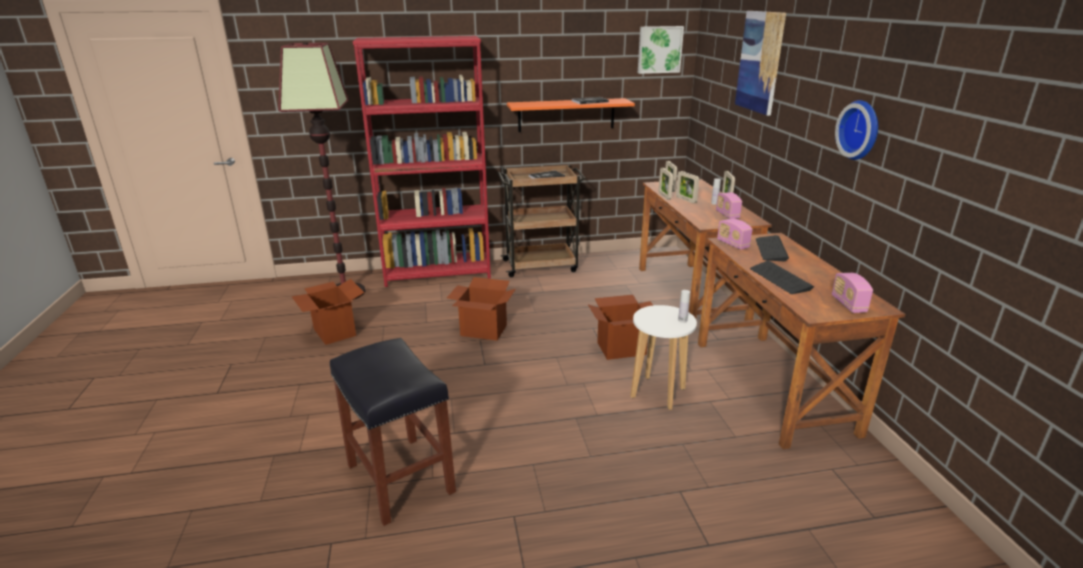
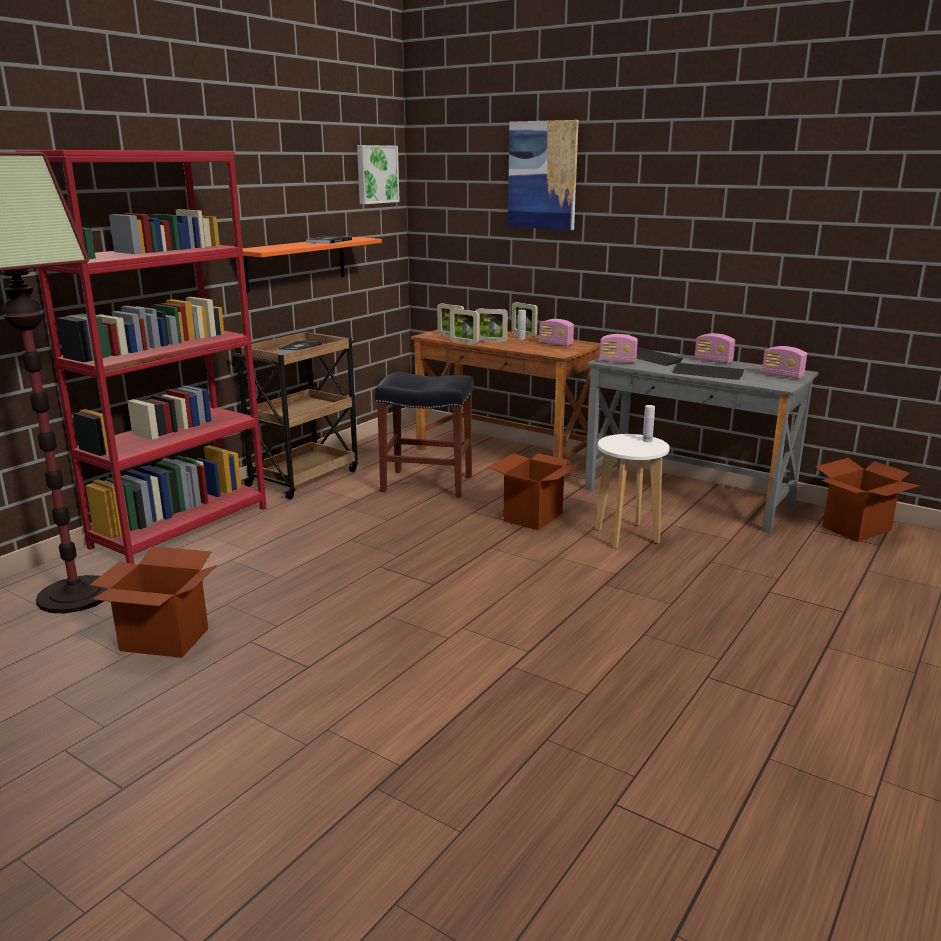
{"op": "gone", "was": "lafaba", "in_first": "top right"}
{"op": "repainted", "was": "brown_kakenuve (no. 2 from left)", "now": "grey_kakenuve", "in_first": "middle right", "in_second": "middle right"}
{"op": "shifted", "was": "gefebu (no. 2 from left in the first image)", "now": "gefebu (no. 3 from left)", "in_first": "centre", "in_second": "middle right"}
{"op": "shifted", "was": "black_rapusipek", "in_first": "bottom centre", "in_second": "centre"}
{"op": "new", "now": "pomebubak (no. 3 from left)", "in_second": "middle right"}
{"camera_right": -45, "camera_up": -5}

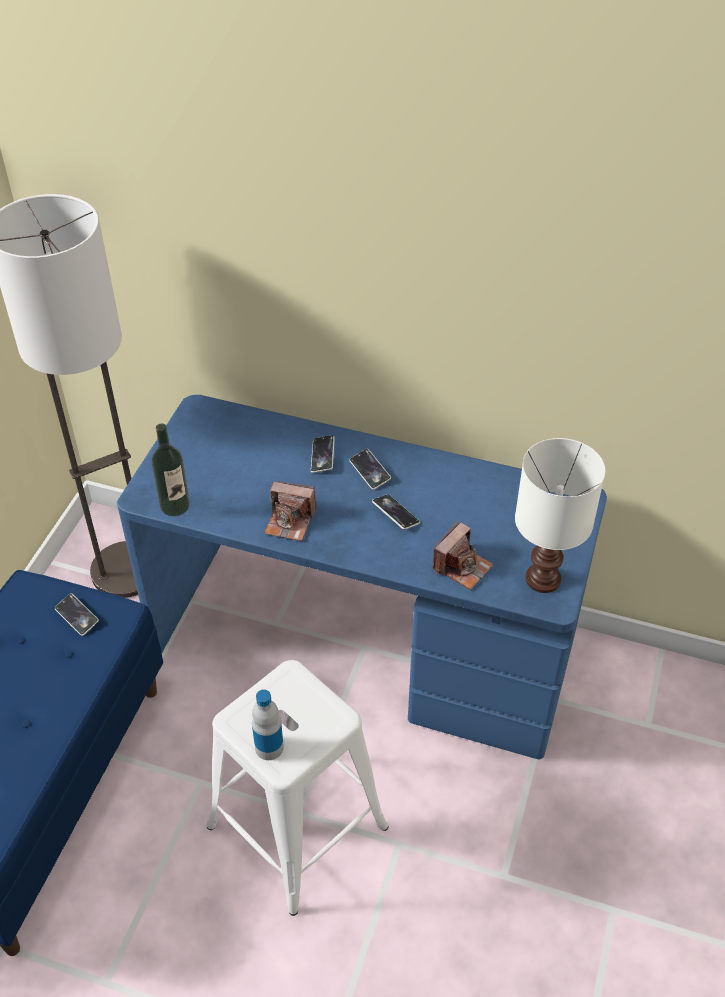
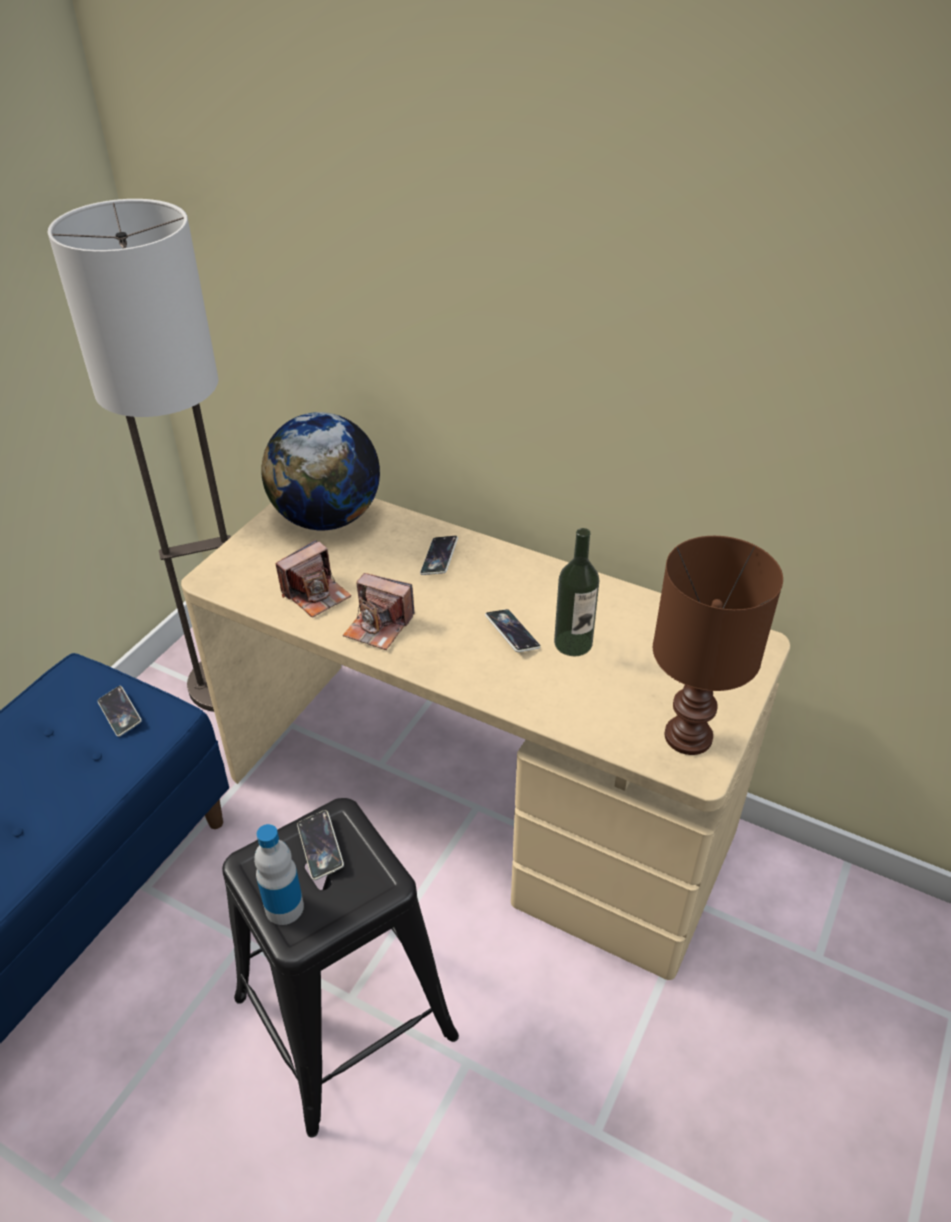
{"op": "repainted", "was": "blue_kakenuve", "now": "beige_kakenuve", "in_first": "centre", "in_second": "centre"}
{"op": "shifted", "was": "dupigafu (no. 1 from left in the first image)", "now": "dupigafu (no. 2 from left)", "in_first": "middle left", "in_second": "centre"}
{"op": "repainted", "was": "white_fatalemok", "now": "brown_fatalemok", "in_first": "middle right", "in_second": "middle right"}
{"op": "shifted", "was": "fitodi (no. 3 from left in the first image)", "now": "fitodi (no. 2 from left)", "in_first": "centre", "in_second": "bottom centre"}
{"op": "shifted", "was": "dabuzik (no. 2 from left in the first image)", "now": "dabuzik (no. 1 from left)", "in_first": "centre", "in_second": "middle left"}
{"op": "repainted", "was": "white_rapusipek", "now": "black_rapusipek", "in_first": "bottom centre", "in_second": "bottom centre"}
{"op": "new", "now": "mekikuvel", "in_second": "centre"}
{"camera_right": 10, "camera_up": -5}

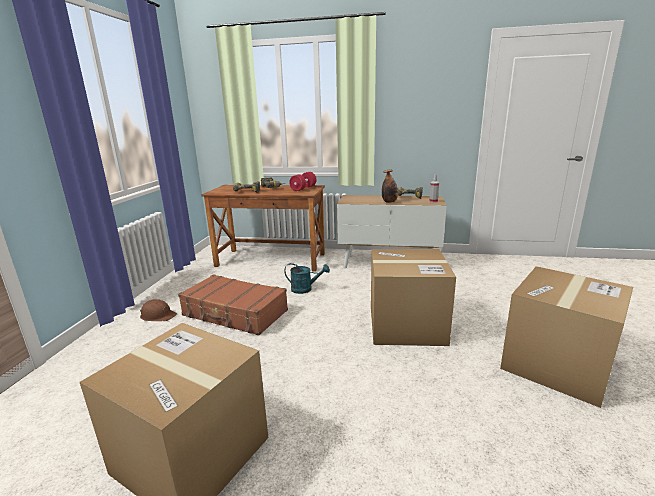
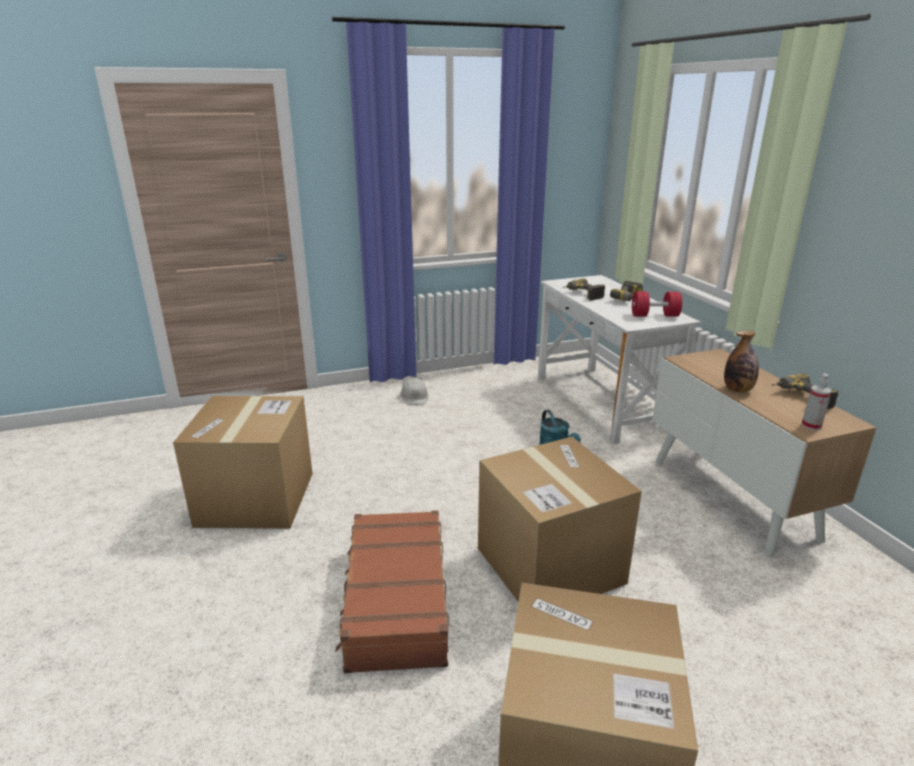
{"op": "repainted", "was": "brown_kakenuve", "now": "white_kakenuve", "in_first": "centre", "in_second": "middle right"}
{"op": "shifted", "was": "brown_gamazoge", "in_first": "centre", "in_second": "bottom centre"}
{"op": "repainted", "was": "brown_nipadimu", "now": "white_nipadimu", "in_first": "middle left", "in_second": "centre"}
{"camera_right": 60, "camera_up": 5}

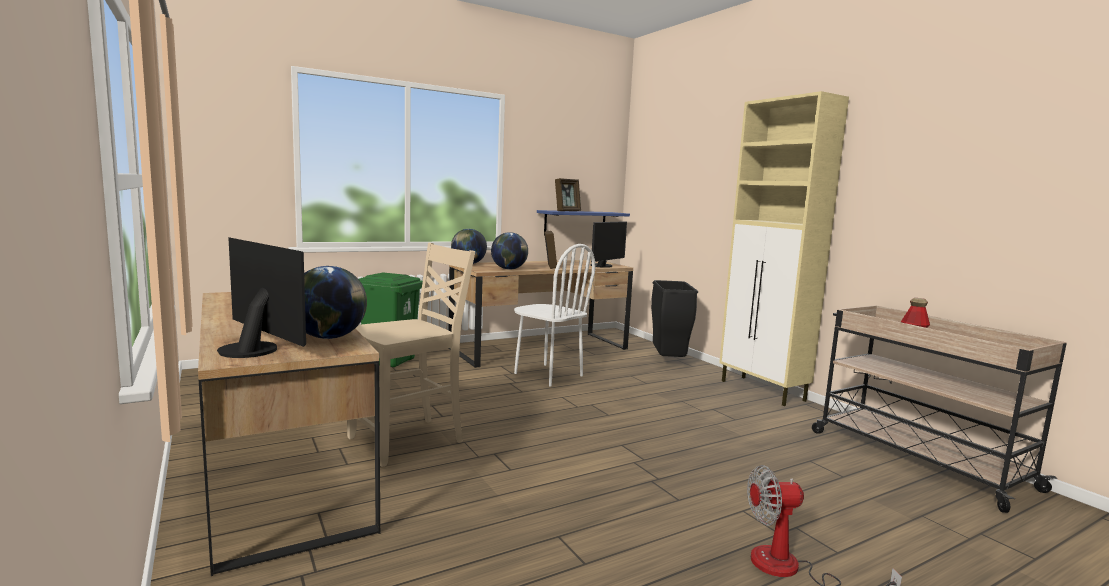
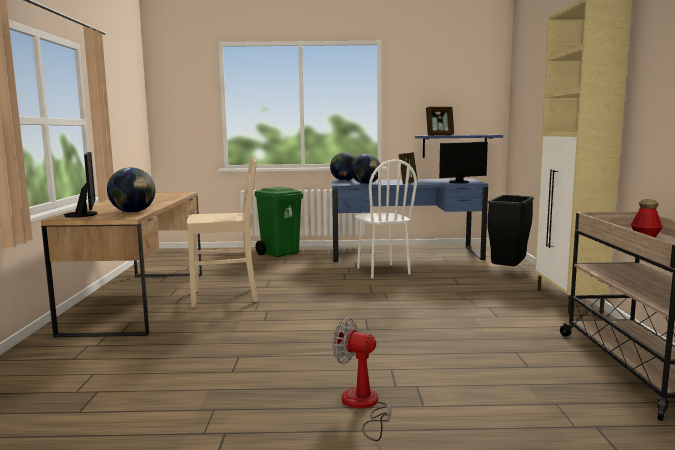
{"op": "repainted", "was": "brown_kakenuve (no. 2 from left)", "now": "blue_kakenuve", "in_first": "centre", "in_second": "centre"}
{"camera_right": 30, "camera_up": 0}

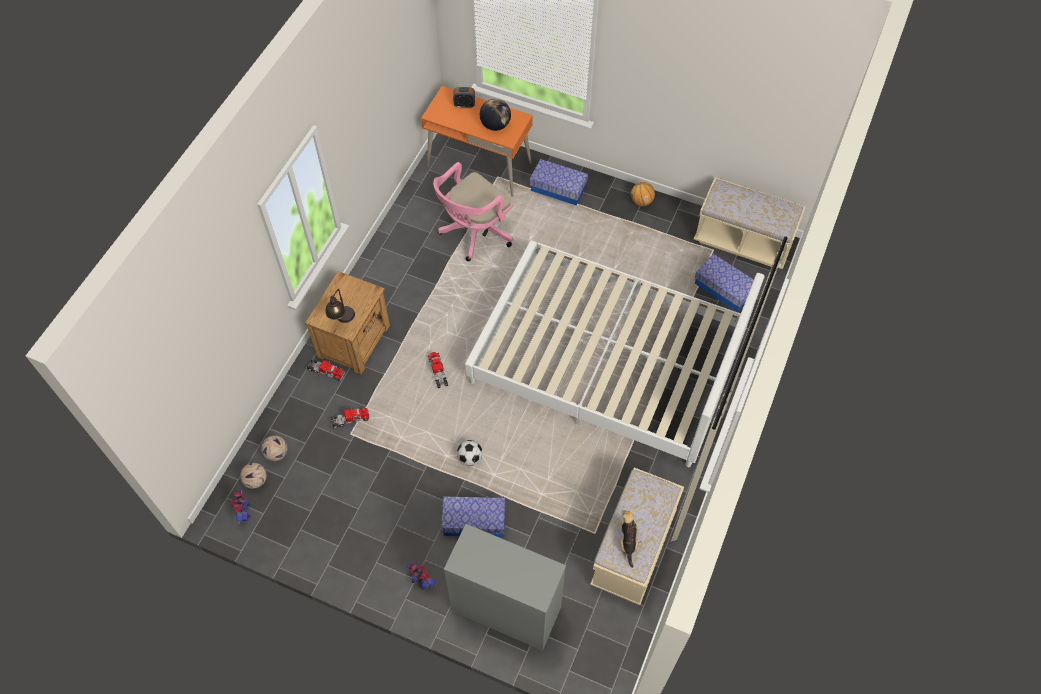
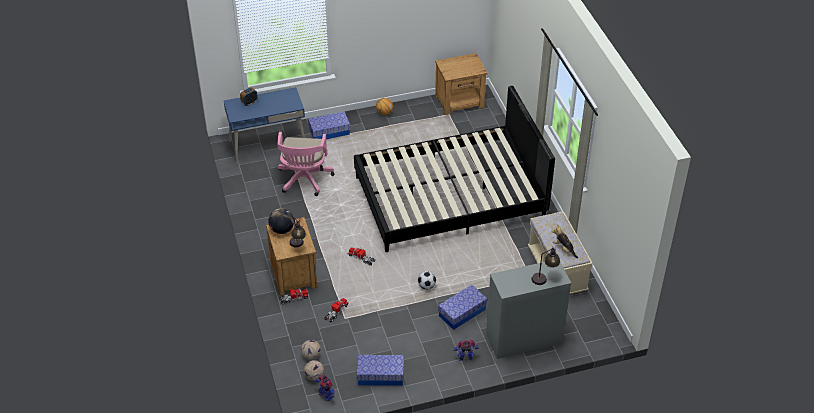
{"op": "repainted", "was": "orange_kakenuve", "now": "blue_kakenuve", "in_first": "top centre", "in_second": "top left"}
{"op": "shifted", "was": "mekikuvel", "in_first": "top centre", "in_second": "centre"}
{"op": "swapped", "was": "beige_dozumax (no. 2 from left)", "now": "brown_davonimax (no. 2 from left)", "in_first": "top right", "in_second": "top centre"}
{"op": "repainted", "was": "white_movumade", "now": "black_movumade", "in_first": "centre", "in_second": "centre"}
{"op": "shifted", "was": "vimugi (no. 3 from left in the first image)", "now": "vimugi (no. 2 from left)", "in_first": "middle right", "in_second": "bottom centre"}
{"op": "new", "now": "fatalemok (no. 2 from left)", "in_second": "middle right"}
{"camera_right": -40, "camera_up": -15}

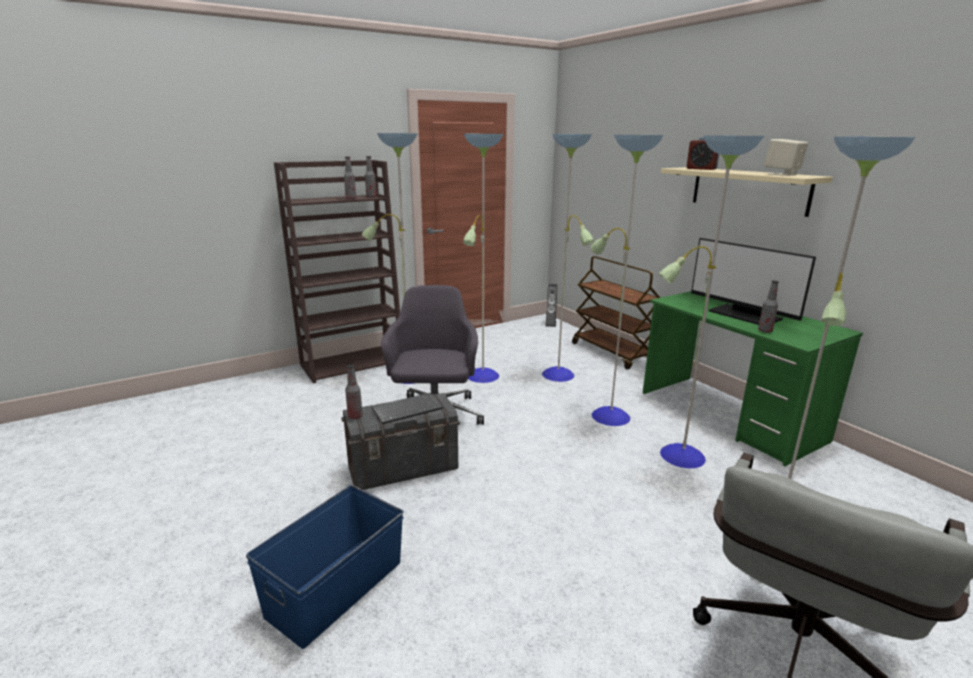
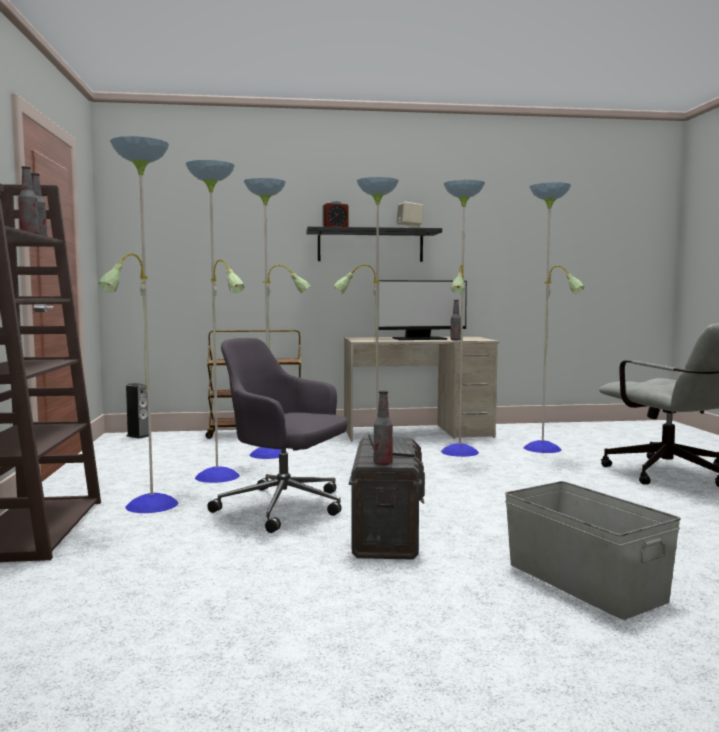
{"op": "repainted", "was": "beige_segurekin", "now": "black_segurekin", "in_first": "top right", "in_second": "centre"}
{"op": "repainted", "was": "green_kakenuve", "now": "beige_kakenuve", "in_first": "middle right", "in_second": "centre"}
{"op": "repainted", "was": "blue_vimugi", "now": "grey_vimugi (no. 2 from left)", "in_first": "bottom left", "in_second": "bottom right"}
{"camera_right": -65, "camera_up": -15}

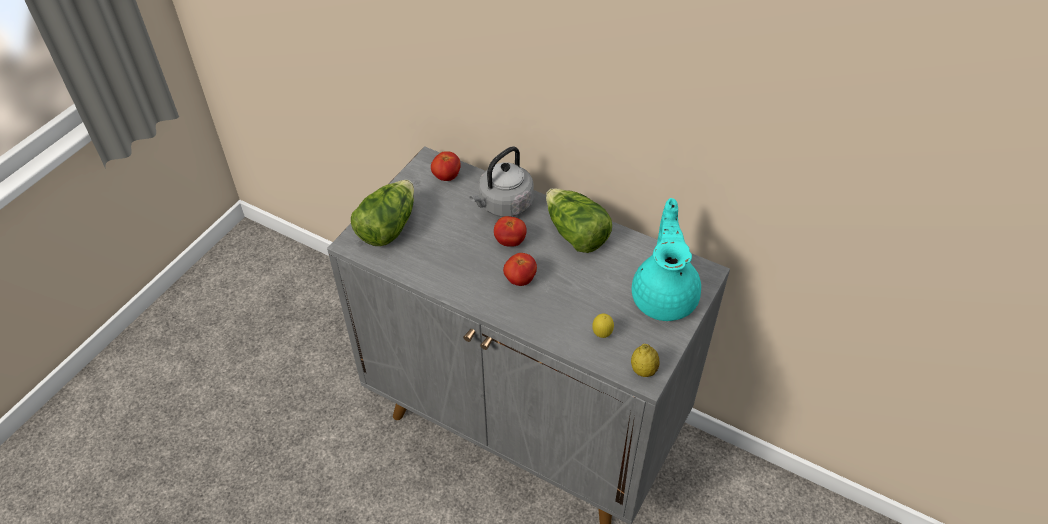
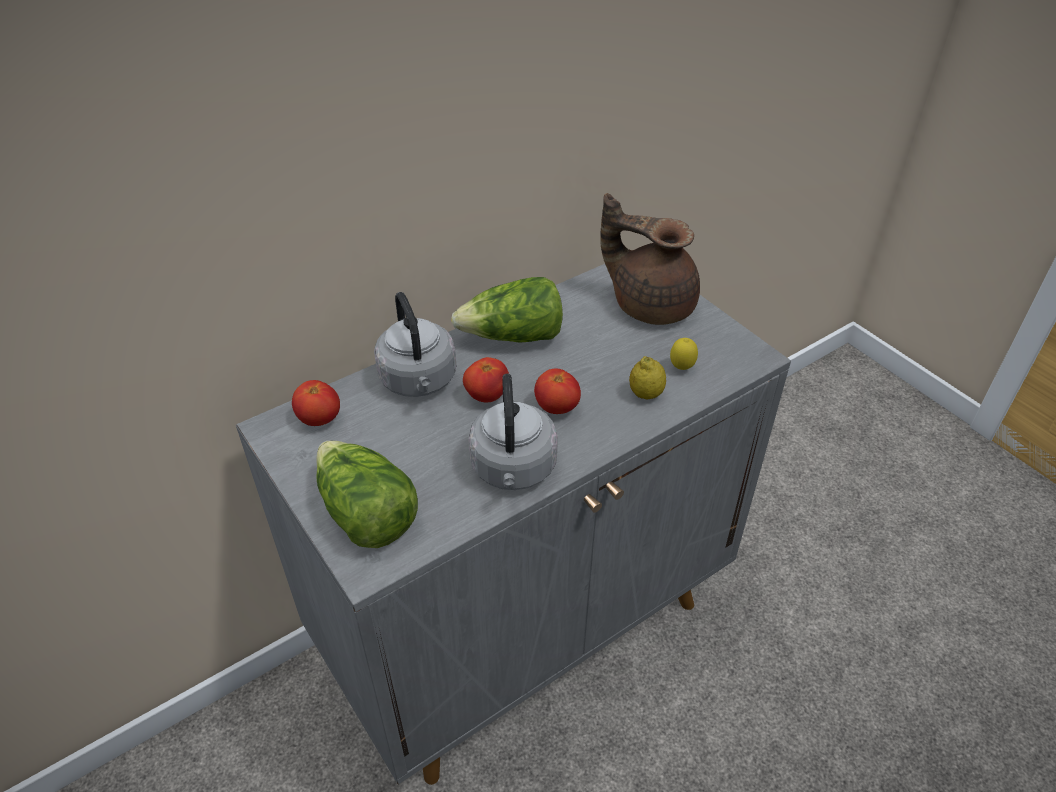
{"op": "repainted", "was": "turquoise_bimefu", "now": "brown_bimefu", "in_first": "centre", "in_second": "top centre"}
{"op": "shifted", "was": "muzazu (no. 2 from left in the first image)", "now": "muzazu (no. 1 from left)", "in_first": "bottom centre", "in_second": "centre"}
{"op": "new", "now": "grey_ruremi (no. 2 from left)", "in_second": "centre"}
{"camera_right": -65, "camera_up": -5}

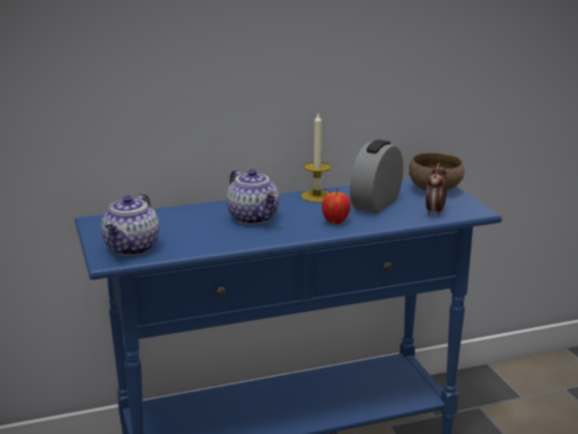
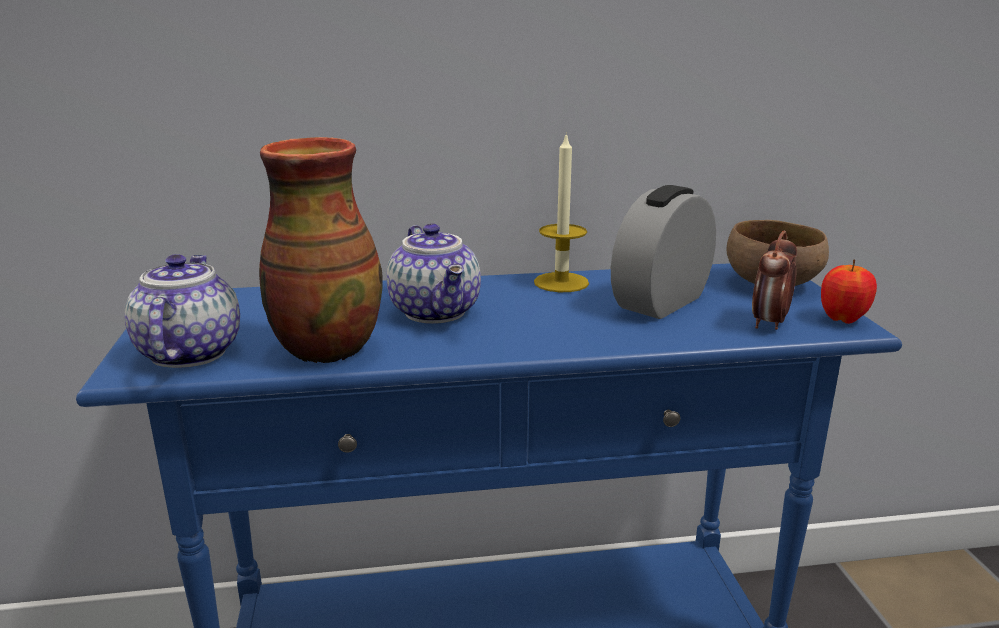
{"op": "shifted", "was": "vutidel", "in_first": "centre", "in_second": "middle right"}
{"op": "rotated", "was": "bimefu (no. 1 from left)", "in_first": "middle left", "in_second": "middle left", "clockwise": 150}
{"op": "new", "now": "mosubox", "in_second": "middle left"}
{"camera_right": 10, "camera_up": 0}

